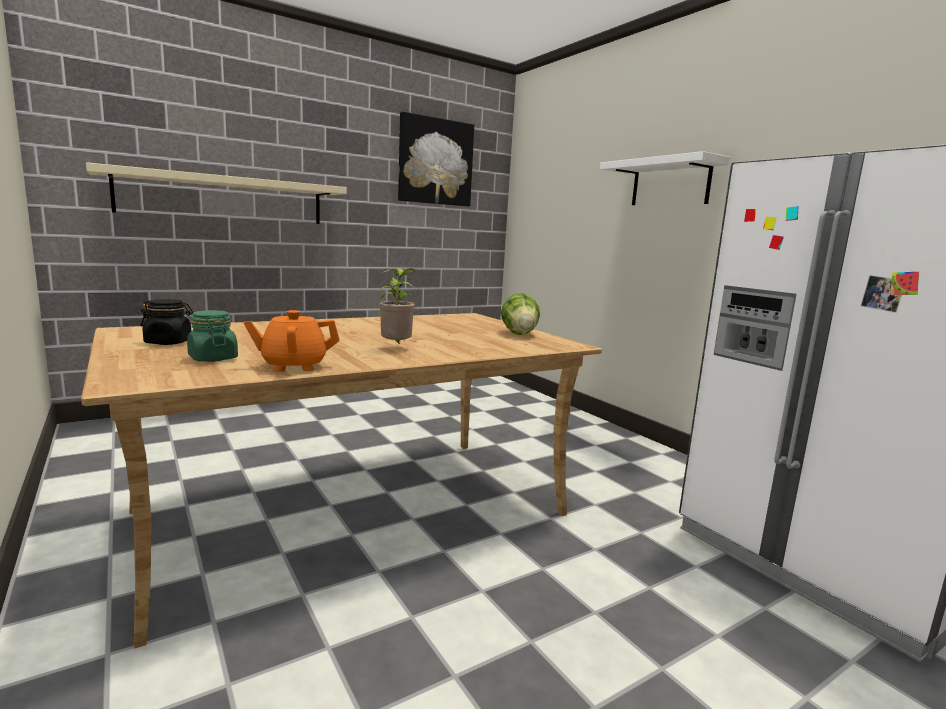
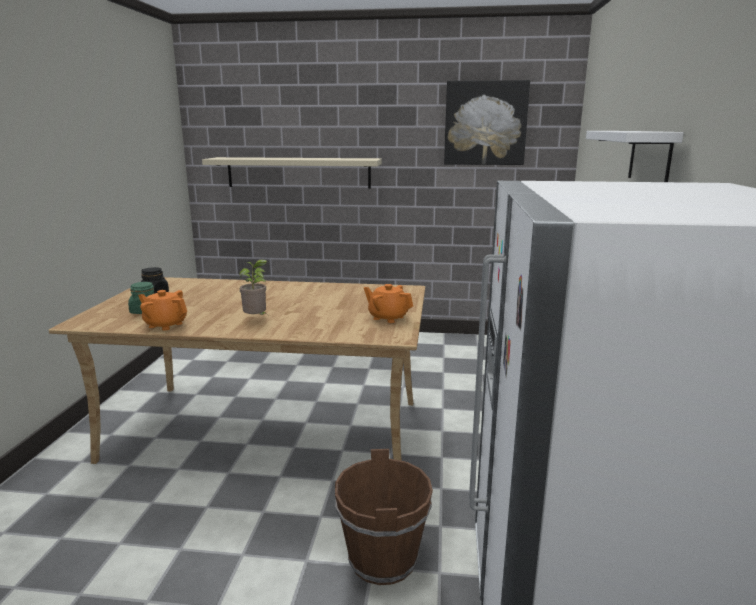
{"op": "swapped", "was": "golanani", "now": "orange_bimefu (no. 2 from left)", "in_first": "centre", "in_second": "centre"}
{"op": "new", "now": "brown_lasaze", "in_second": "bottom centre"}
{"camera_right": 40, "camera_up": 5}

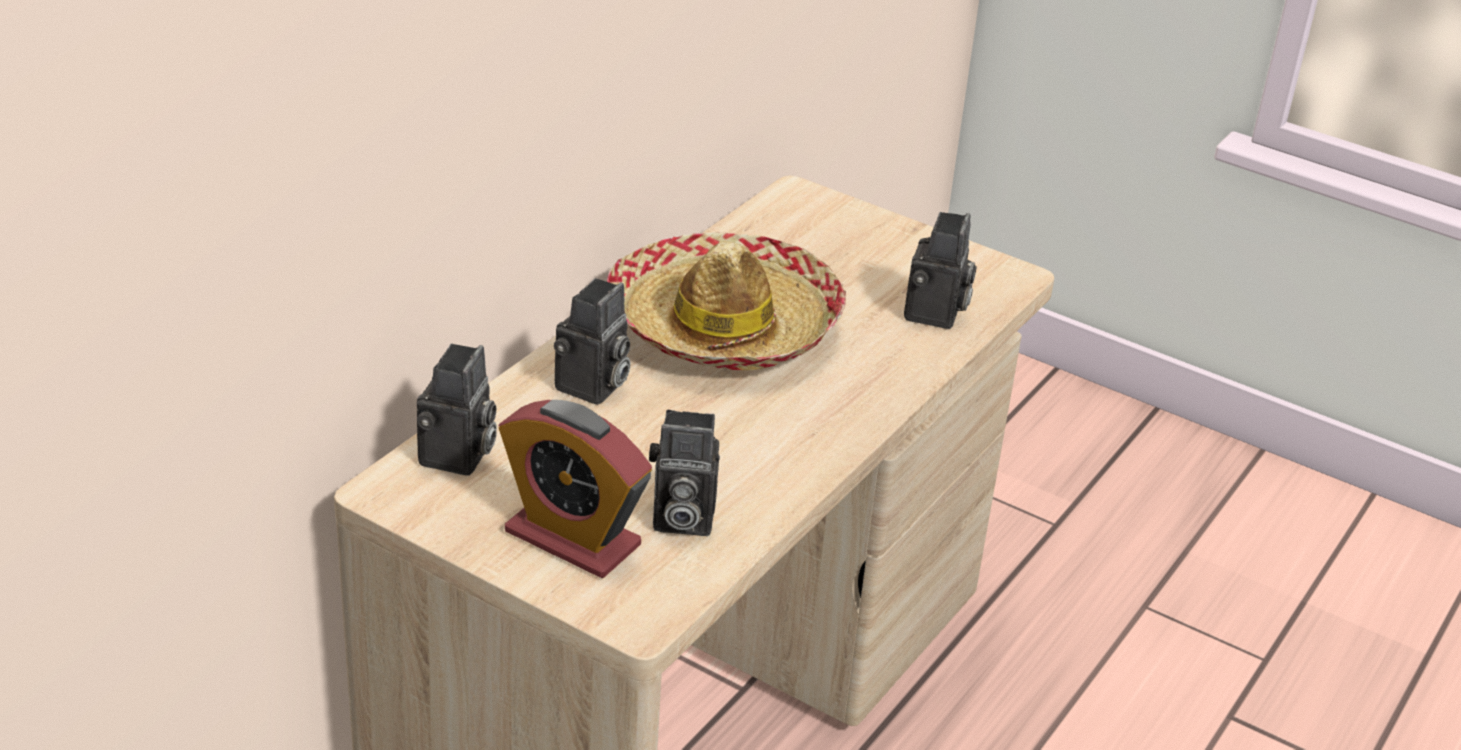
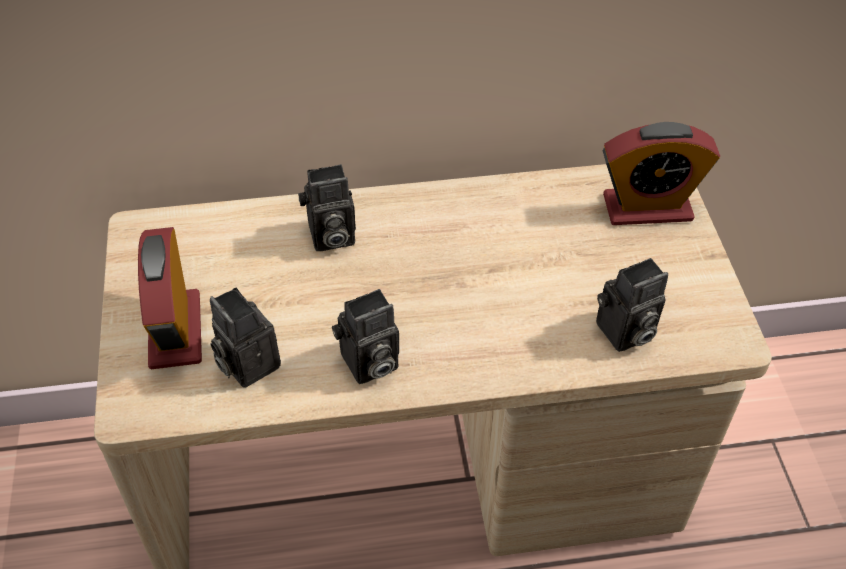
{"op": "gone", "was": "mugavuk", "in_first": "centre"}
{"op": "shifted", "was": "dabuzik (no. 1 from left in the first image)", "now": "dabuzik (no. 3 from left)", "in_first": "middle left", "in_second": "centre"}
{"op": "new", "now": "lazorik (no. 2 from left)", "in_second": "top right"}
{"camera_right": 50, "camera_up": 15}

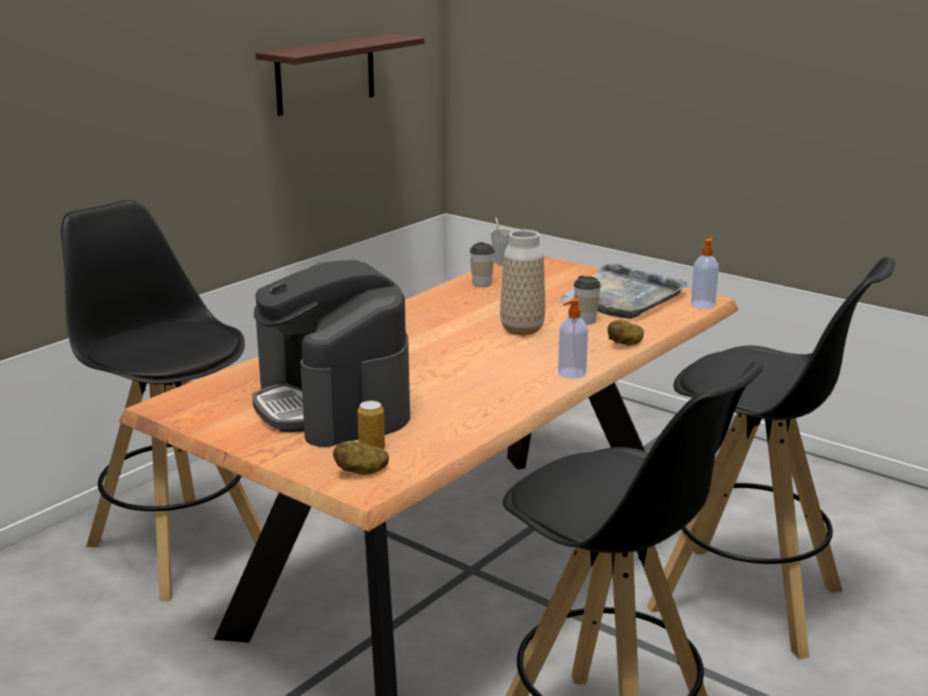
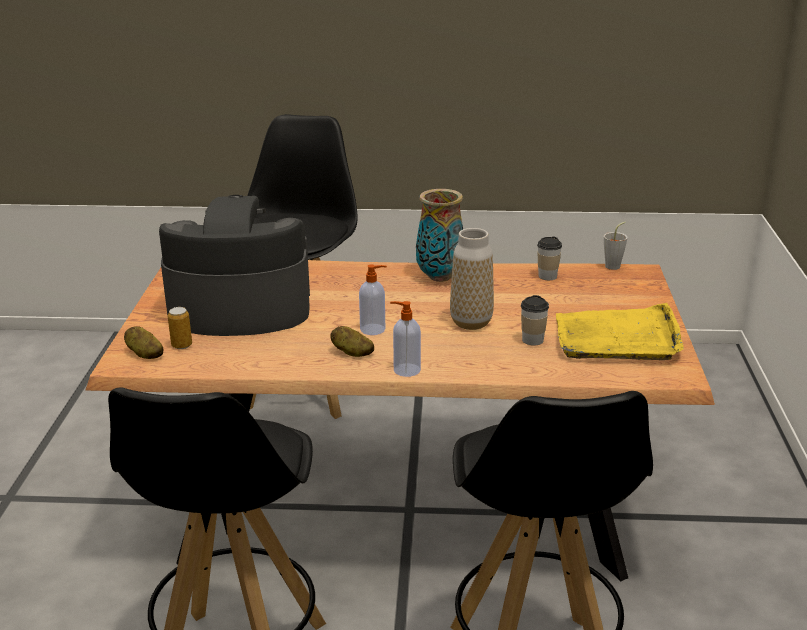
{"op": "gone", "was": "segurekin", "in_first": "top centre"}
{"op": "shifted", "was": "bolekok (no. 2 from left in the first image)", "now": "bolekok (no. 1 from left)", "in_first": "middle right", "in_second": "centre"}
{"op": "rotated", "was": "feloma", "in_first": "centre", "in_second": "middle left", "clockwise": 60}
{"op": "repainted", "was": "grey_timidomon", "now": "yellow_timidomon", "in_first": "middle right", "in_second": "middle right"}
{"op": "shifted", "was": "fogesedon (no. 2 from left)", "in_first": "middle right", "in_second": "centre"}
{"op": "new", "now": "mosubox (no. 1 from left)", "in_second": "centre"}
{"camera_right": 55, "camera_up": 5}

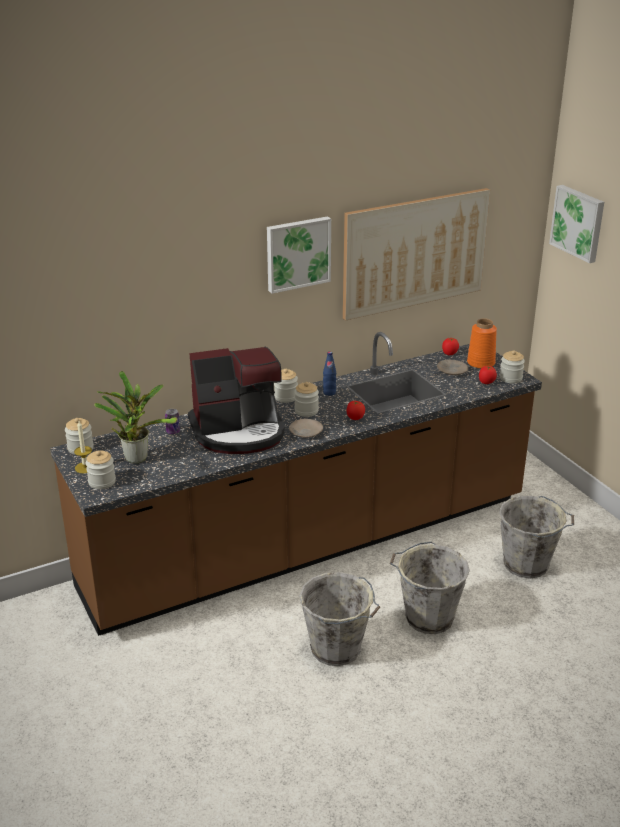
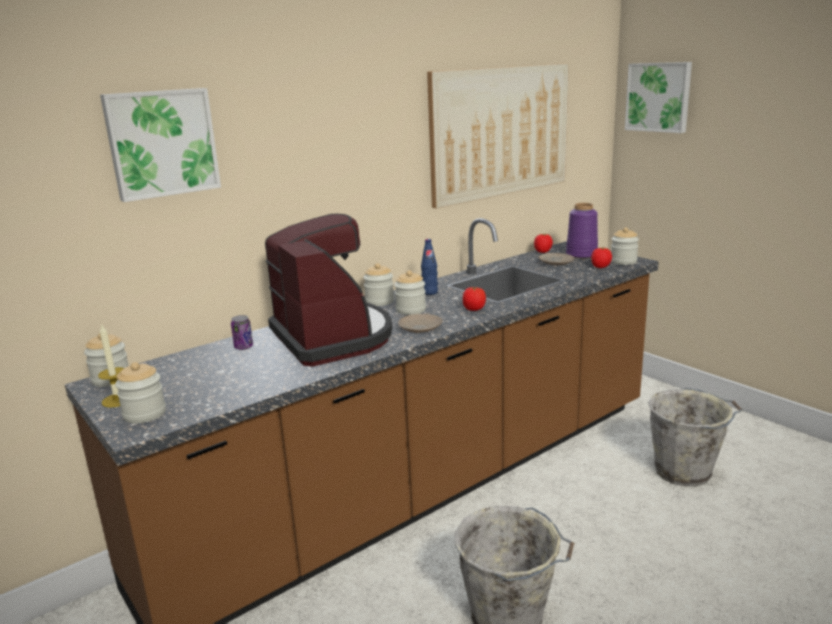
{"op": "shifted", "was": "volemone (no. 1 from left)", "in_first": "top centre", "in_second": "top left"}
{"op": "repainted", "was": "orange_mosubox", "now": "purple_mosubox", "in_first": "middle right", "in_second": "middle right"}
{"op": "rotated", "was": "feloma", "in_first": "centre", "in_second": "centre", "clockwise": -90}
{"op": "gone", "was": "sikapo", "in_first": "middle left"}
{"op": "gone", "was": "grey_lasaze (no. 2 from left)", "in_first": "bottom right"}
{"camera_right": -10, "camera_up": -10}

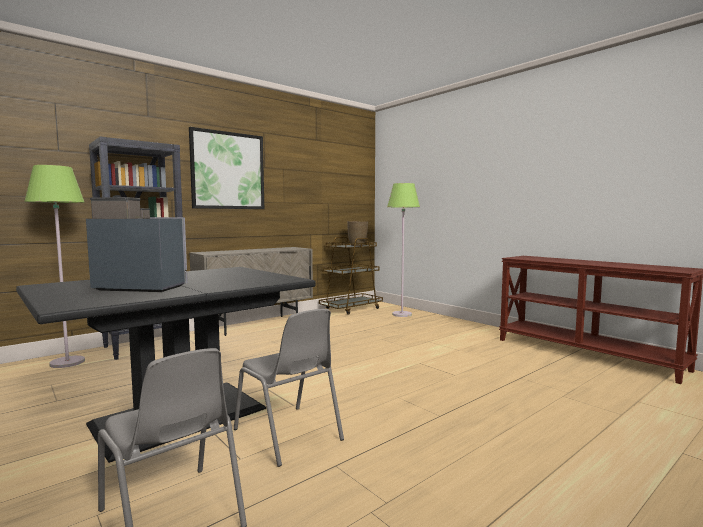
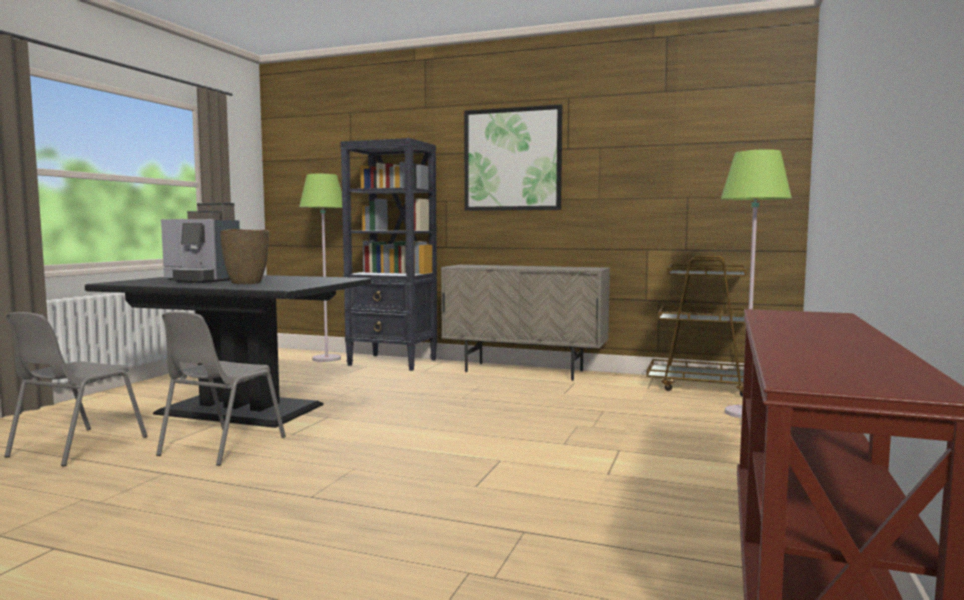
{"op": "rotated", "was": "feloma", "in_first": "middle left", "in_second": "middle left", "clockwise": 135}
{"op": "shifted", "was": "brown_mosubox", "in_first": "centre", "in_second": "middle left"}
{"camera_right": 60, "camera_up": 0}

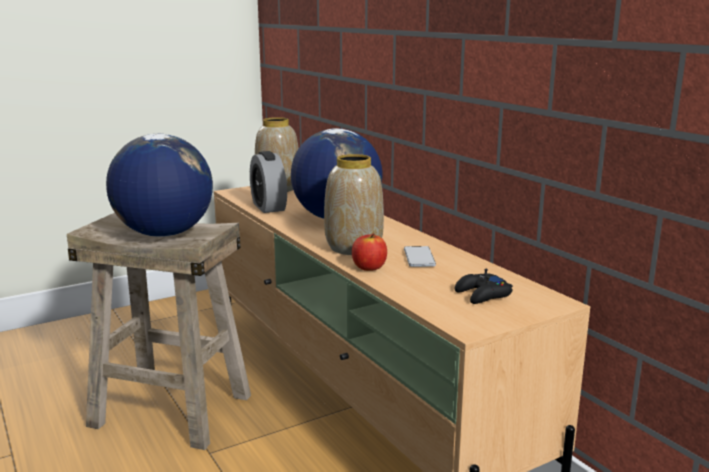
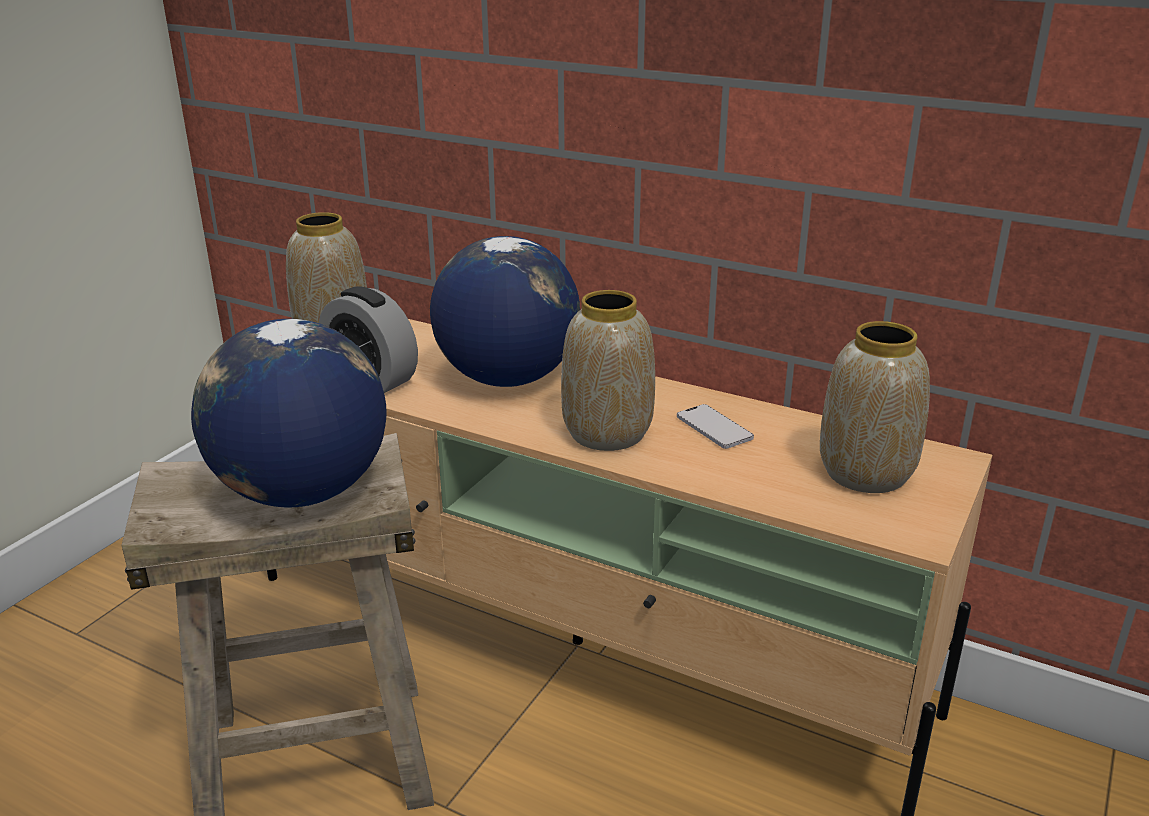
{"op": "gone", "was": "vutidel", "in_first": "centre"}
{"op": "swapped", "was": "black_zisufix", "now": "mosubox (no. 3 from left)", "in_first": "middle right", "in_second": "middle right"}
{"camera_right": -30, "camera_up": 10}

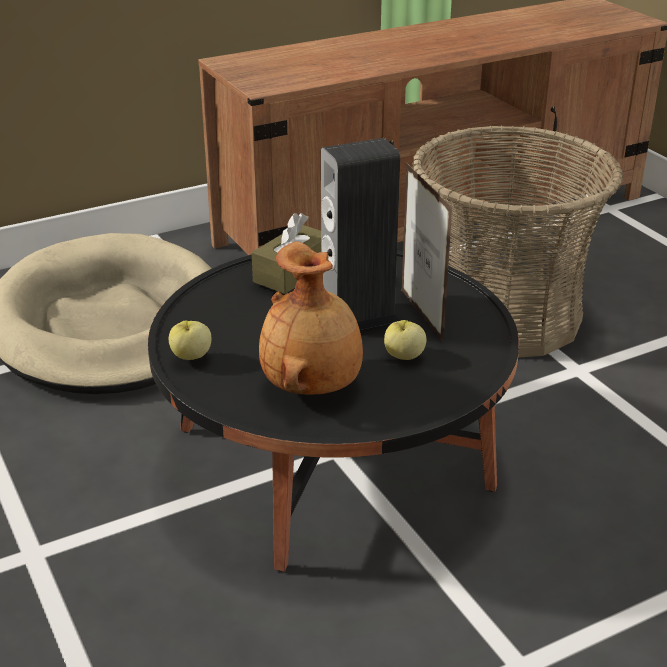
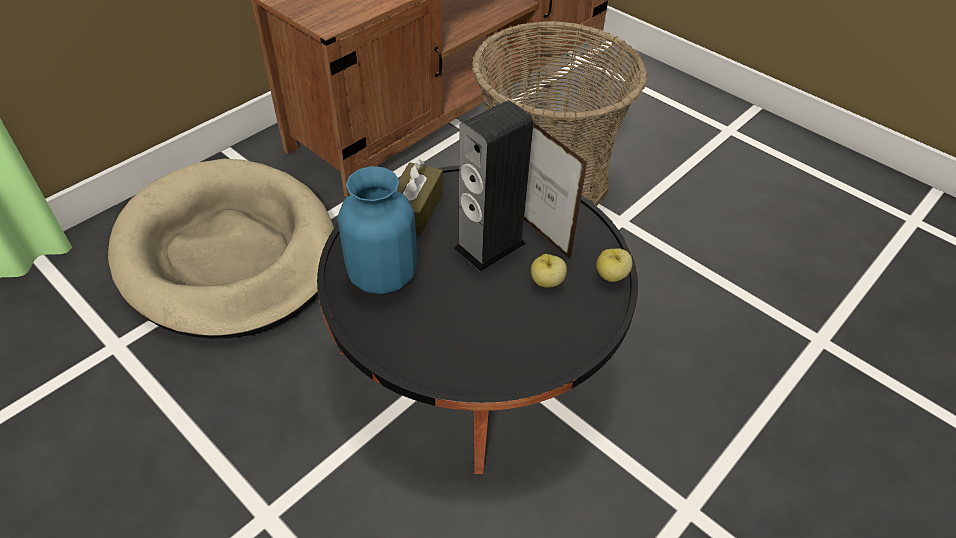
{"op": "gone", "was": "brown_mosubox", "in_first": "centre"}
{"op": "shifted", "was": "vutidel (no. 1 from left in the first image)", "now": "vutidel (no. 2 from left)", "in_first": "middle left", "in_second": "centre"}
{"op": "new", "now": "blue_mosubox", "in_second": "centre"}
{"camera_right": -20, "camera_up": 15}

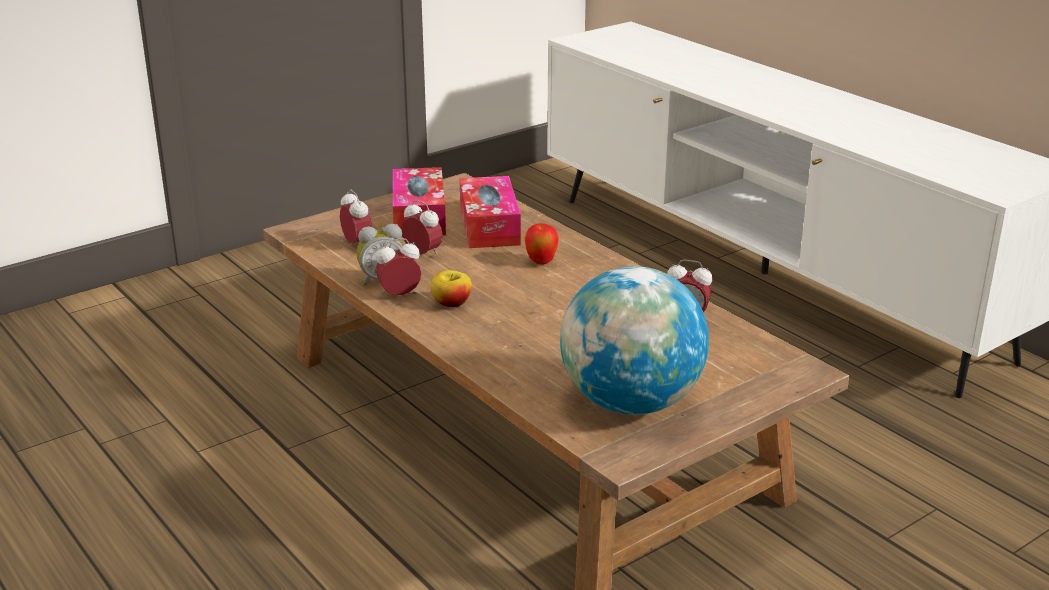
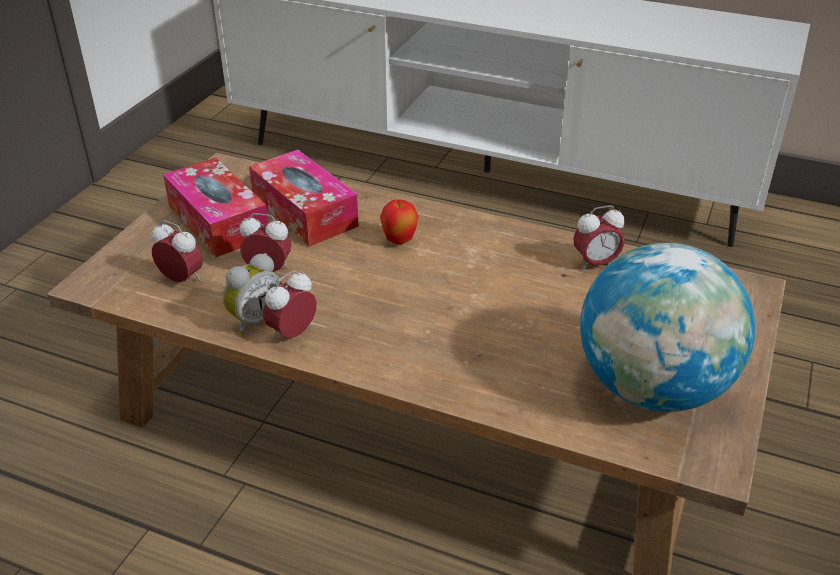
{"op": "gone", "was": "vutidel (no. 1 from left)", "in_first": "centre"}
{"camera_right": -30, "camera_up": 10}

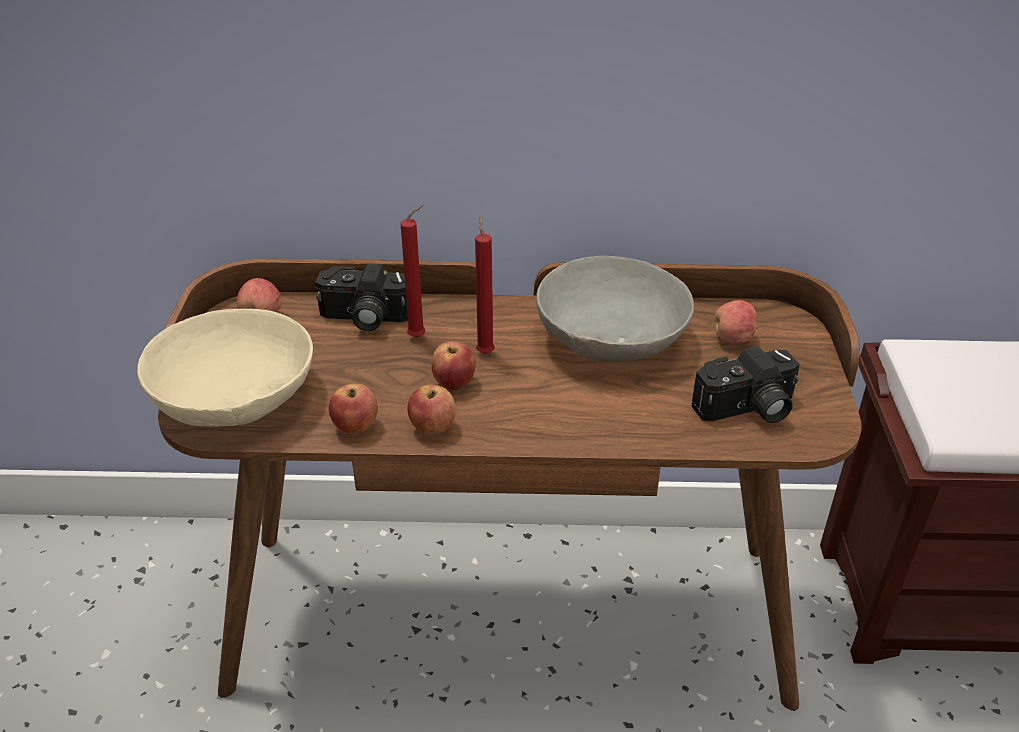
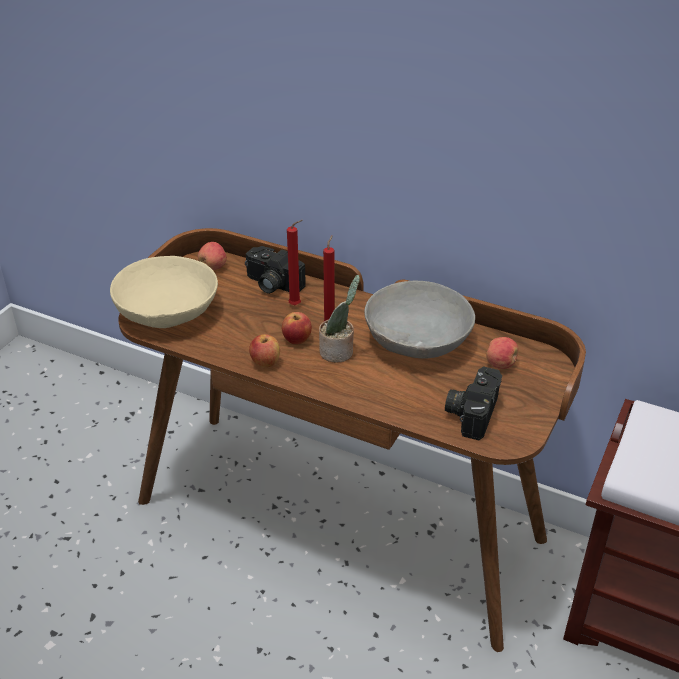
{"op": "rotated", "was": "dabuzik (no. 2 from left)", "in_first": "middle right", "in_second": "middle right", "clockwise": 105}
{"op": "gone", "was": "vutidel (no. 2 from left)", "in_first": "centre"}
{"op": "new", "now": "sikapo", "in_second": "centre"}
{"camera_right": 25, "camera_up": 0}

